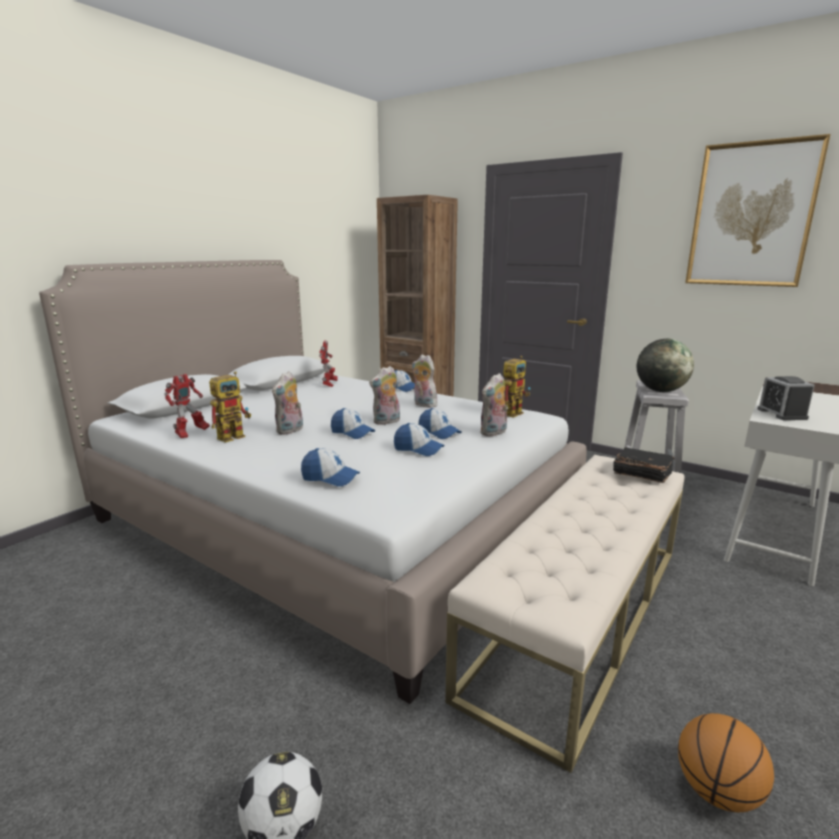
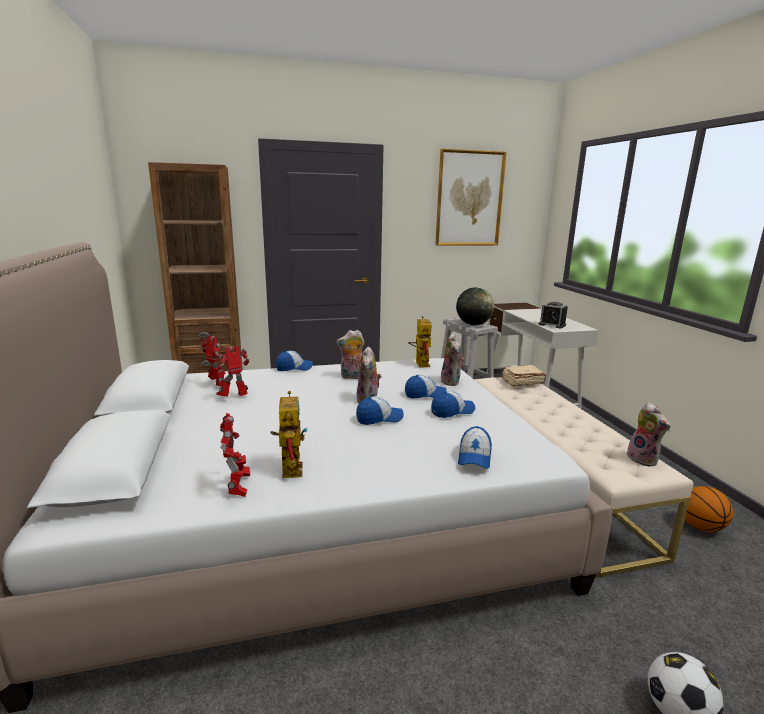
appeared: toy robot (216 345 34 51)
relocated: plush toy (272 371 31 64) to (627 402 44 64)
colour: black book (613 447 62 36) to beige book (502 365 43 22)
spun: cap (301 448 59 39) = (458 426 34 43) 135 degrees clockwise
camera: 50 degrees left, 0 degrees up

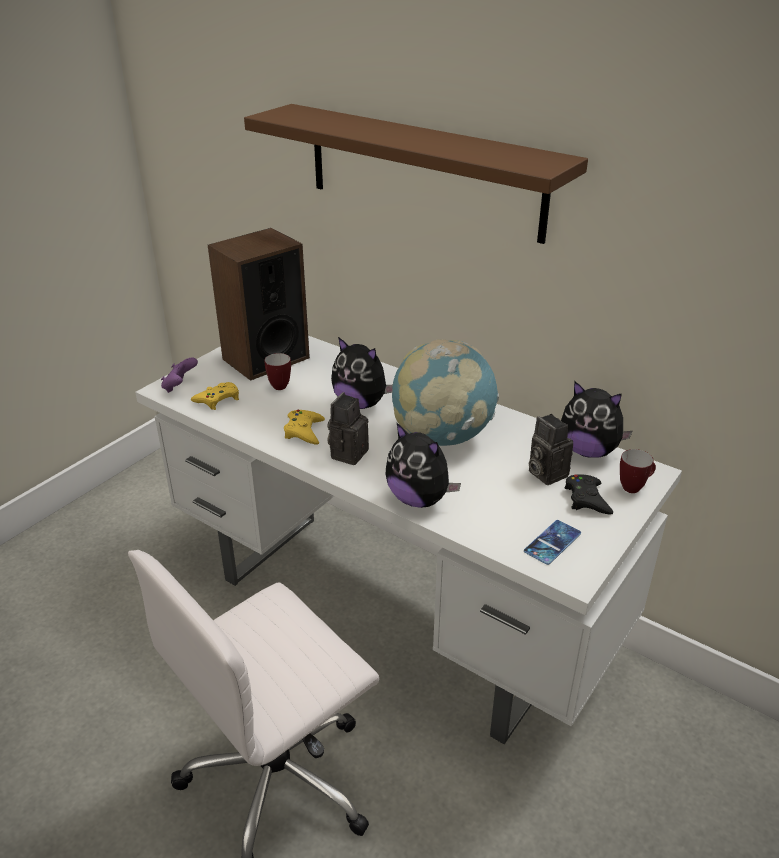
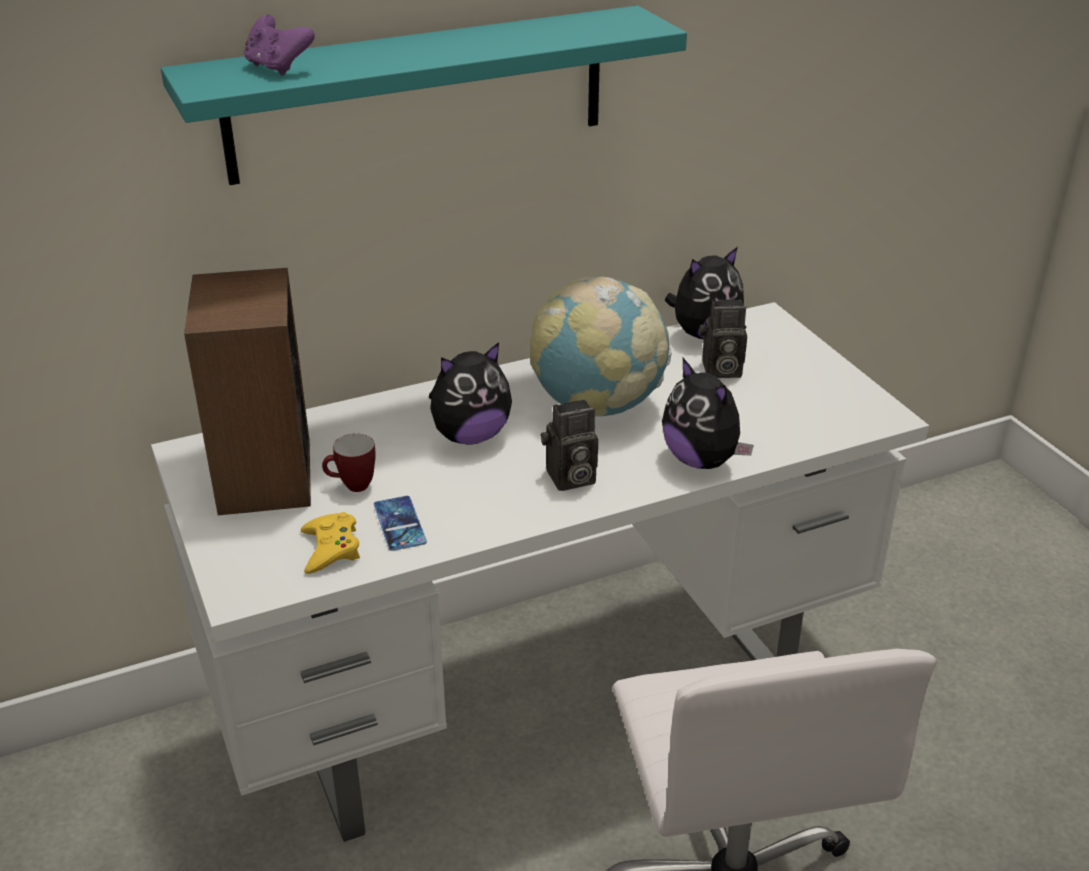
missing: yellow game controller (284 410 41 34); black game controller (564 474 49 41); mug (620 449 36 44)
relocated: purple game controller (161 357 37 36) to (244 15 71 61); phone (524 520 57 45) to (374 496 53 55)
colour: brown shelf (244 104 344 140) to turquoise shelf (161 6 526 179)
spun: photo camera (328 392 41 73) = (540 399 58 92) 75 degrees counterclockwise; plush toy (385 423 76 85) = (662 358 92 111) 75 degrees clockwise
camera: 60 degrees left, 0 degrees up

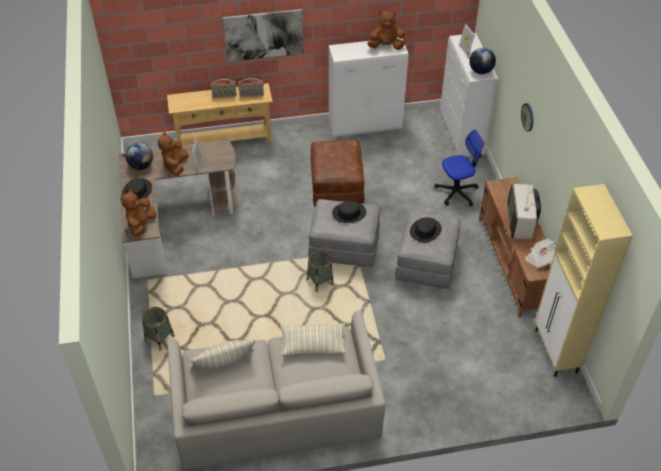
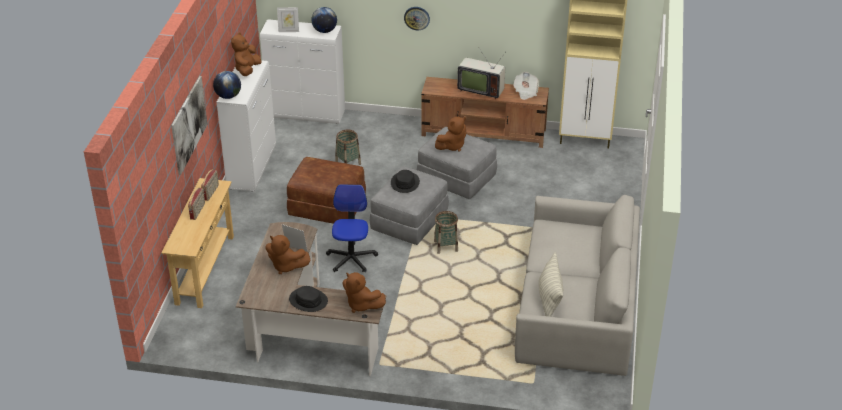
missing: pillow (280 323 67 33)
relocated: globe (126 143 27 27) to (213 71 28 28); basket (142 307 33 44) to (335 130 26 35); office chair (434 130 50 77) to (326 184 52 88)
exchanged: black hat (410 217 31 25) to brown plush toy (435 116 31 36)
camera: 70 degrees left, 10 degrees down

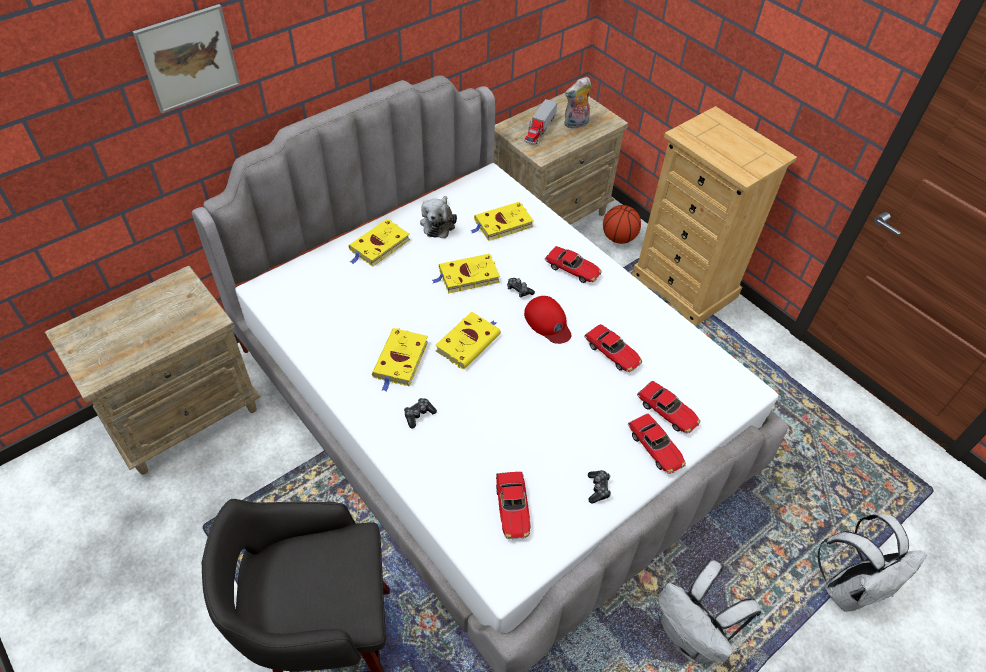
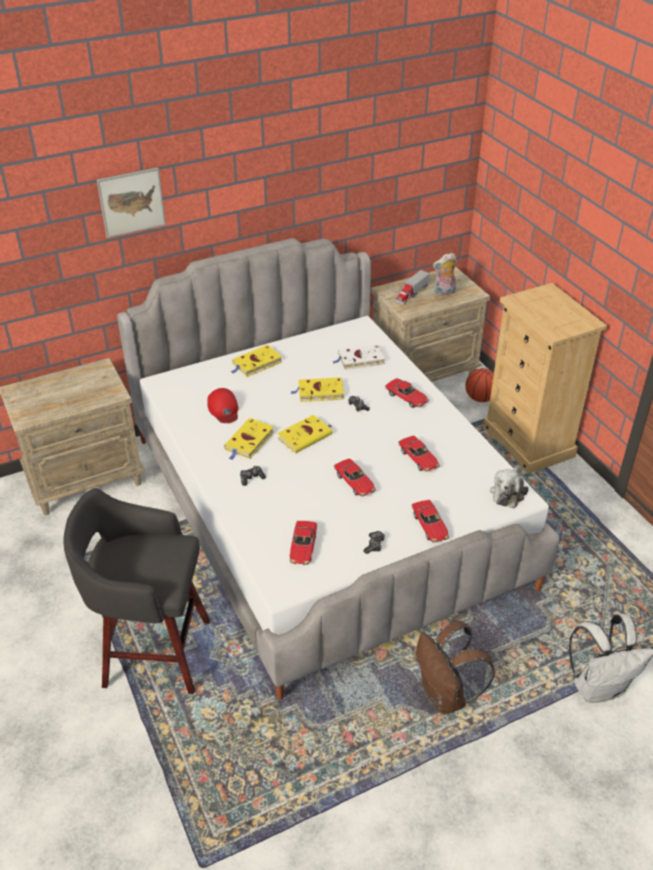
relocated: plush toy (420 196 37 42) to (490 467 38 41); red cap (524 296 47 48) to (207 388 31 35); toy car (637 381 63 53) to (334 458 42 38)
colour: yellow book (471 202 63 39) to white book (332 344 53 26); white backpack (658 560 103 104) to brown backpack (416 620 79 94)
camera: 15 degrees right, 10 degrees down

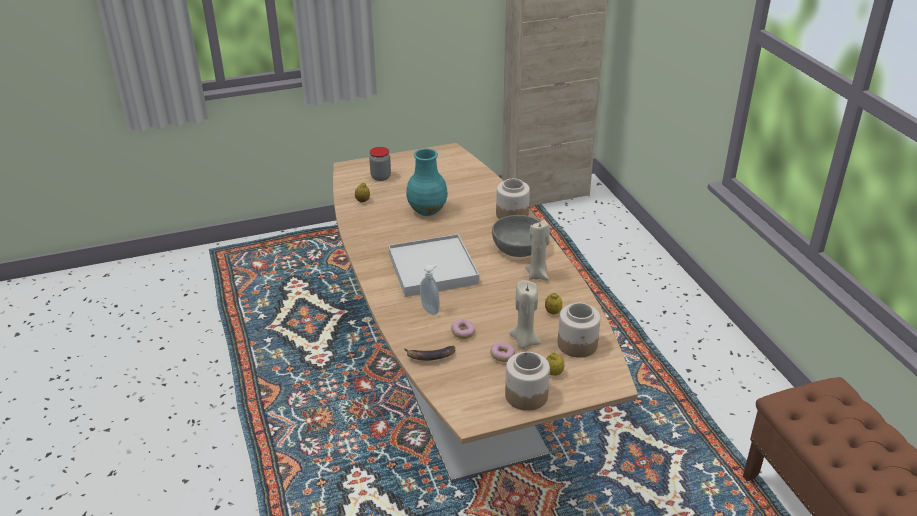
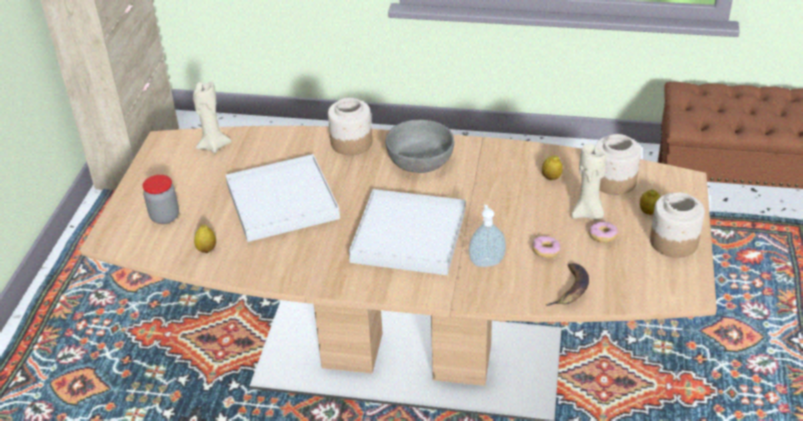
relocated: beige candle (525 220 25 61) to (193 81 39 72)
exchanged: turquoise vase (406 148 42 68) to white tray (225 154 115 88)
camera: 60 degrees left, 5 degrees up

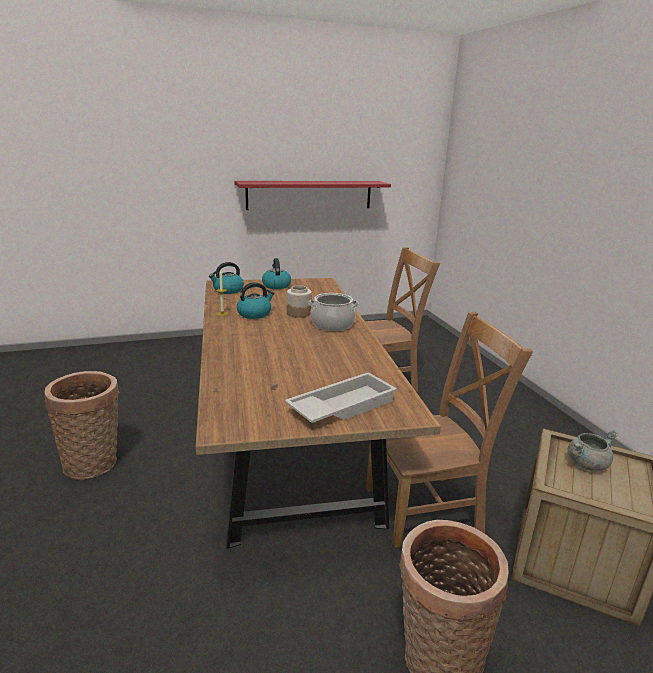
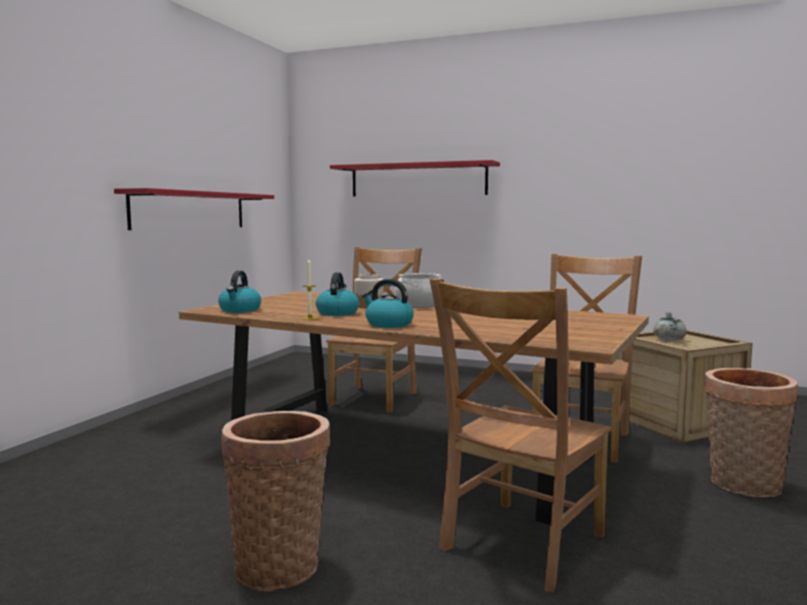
missing: white tray (285 372 112 51)
appeared: red shelf (330 160 170 37); brown chair (430 278 182 315)
relocated: kettle (262 258 29 31) to (362 279 52 49)
camera: 50 degrees left, 15 degrees down

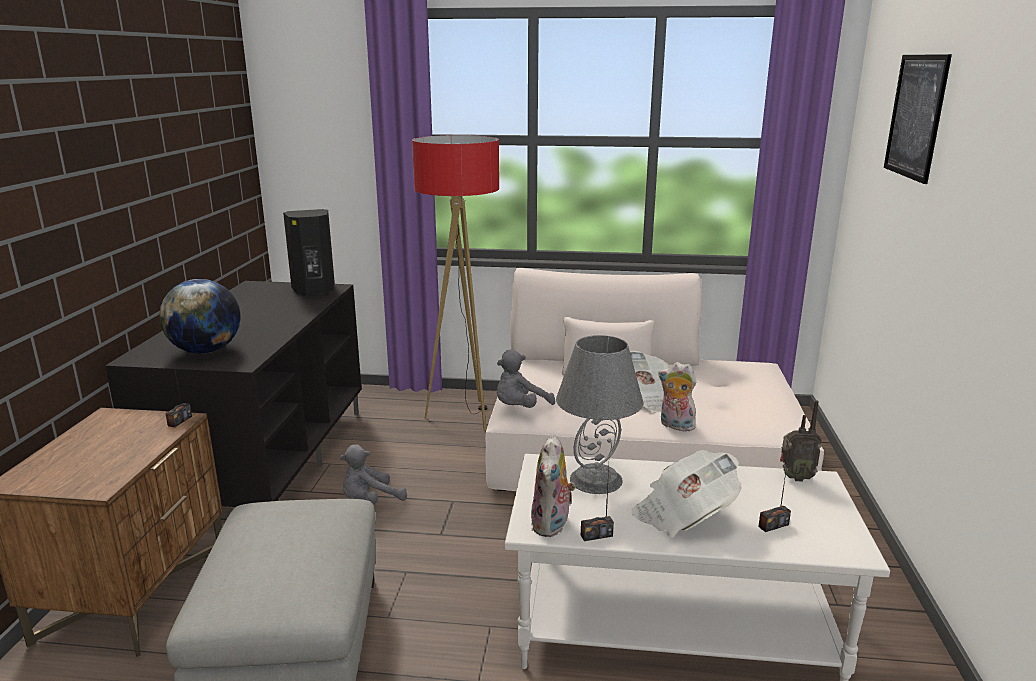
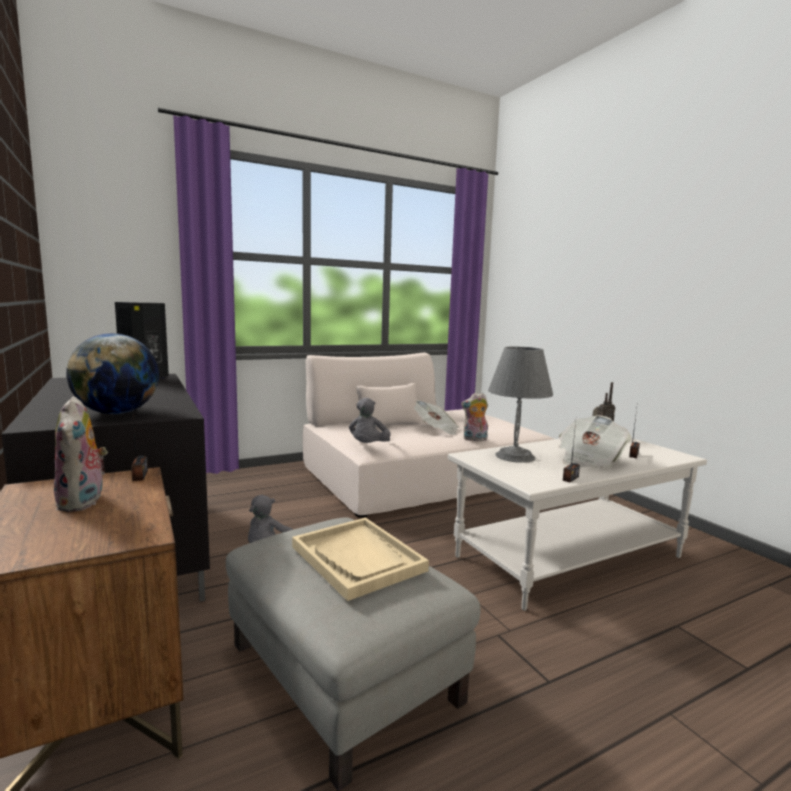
missing: floor lamp (412 135 87 296); picture (884 54 68 130)
appeared: beige tray (292 517 137 84)
relocated: plush toy (531 434 45 103) to (54 396 54 116)
camera: 35 degrees left, 10 degrees down

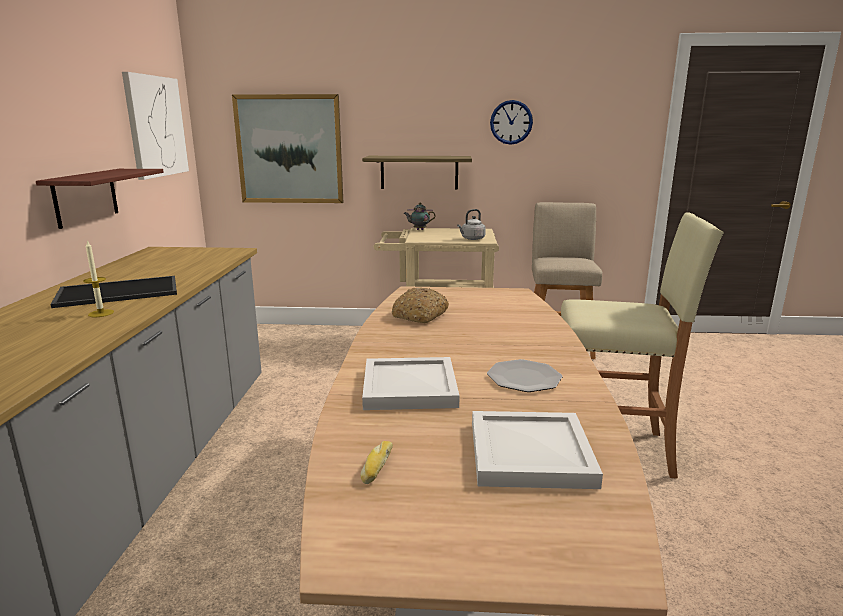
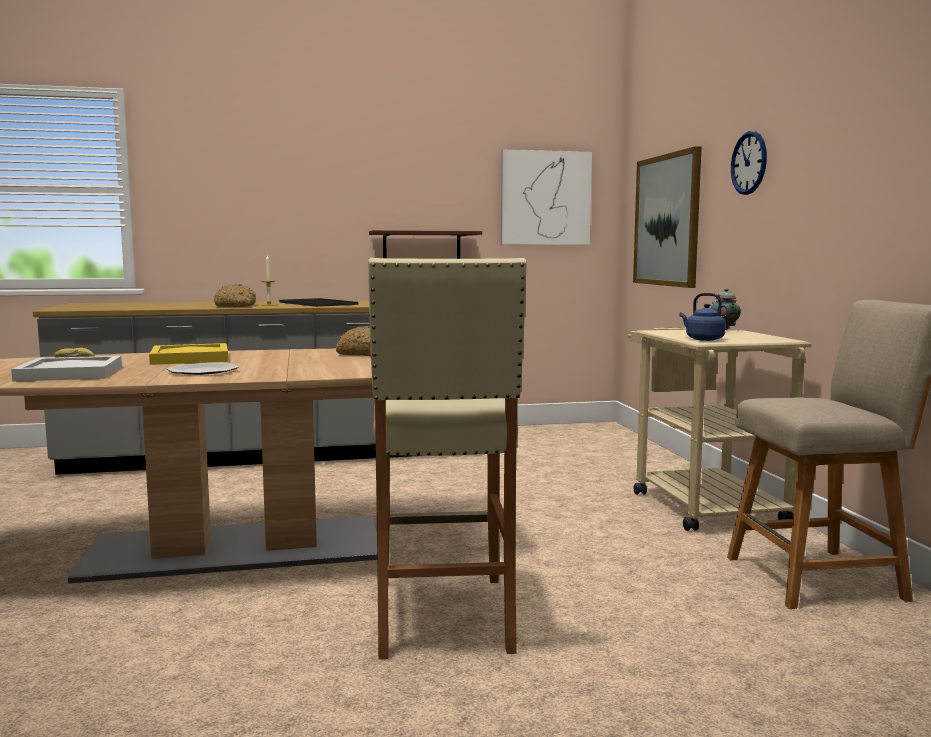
missing: shelf (362 156 110 34)
appeared: bread (214 284 42 23)
relocated: wall clock (490 100 43 45) to (731 131 36 64)
colour: white tray (362 357 98 53) to yellow tray (149 343 79 22); grey kettle (457 209 29 31) to blue kettle (680 293 46 48)
camera: 75 degrees right, 10 degrees down

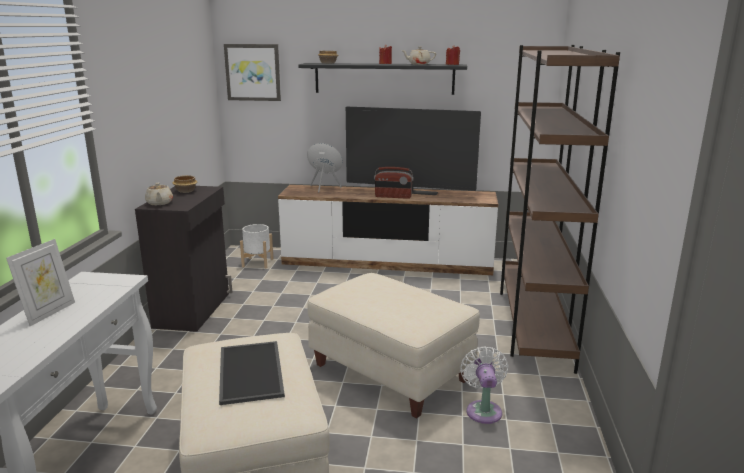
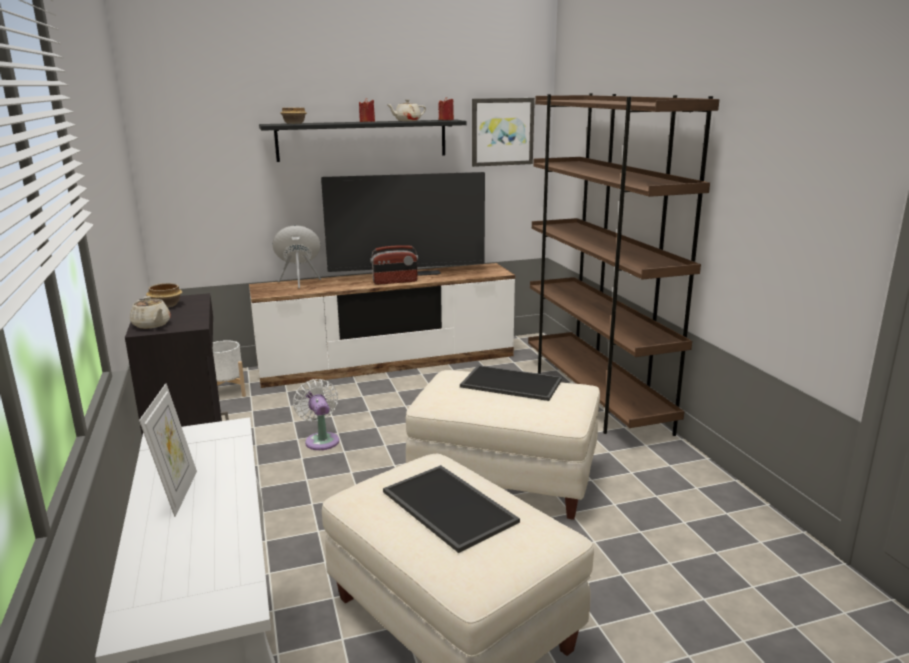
appeared: tray (460 365 102 36)
relocated: picture (224 44 57 57) to (472 98 63 69); white fan (460 346 49 78) to (293 379 46 71)
camera: 25 degrees left, 0 degrees up

